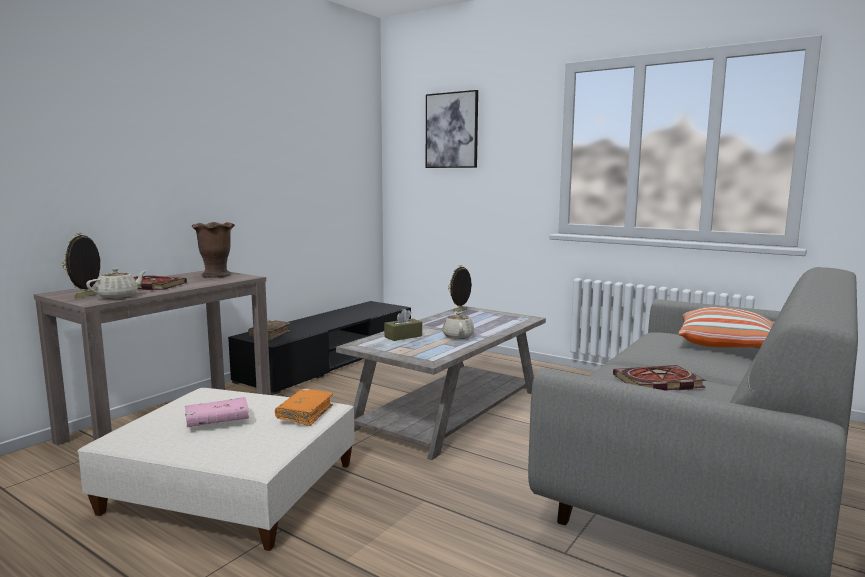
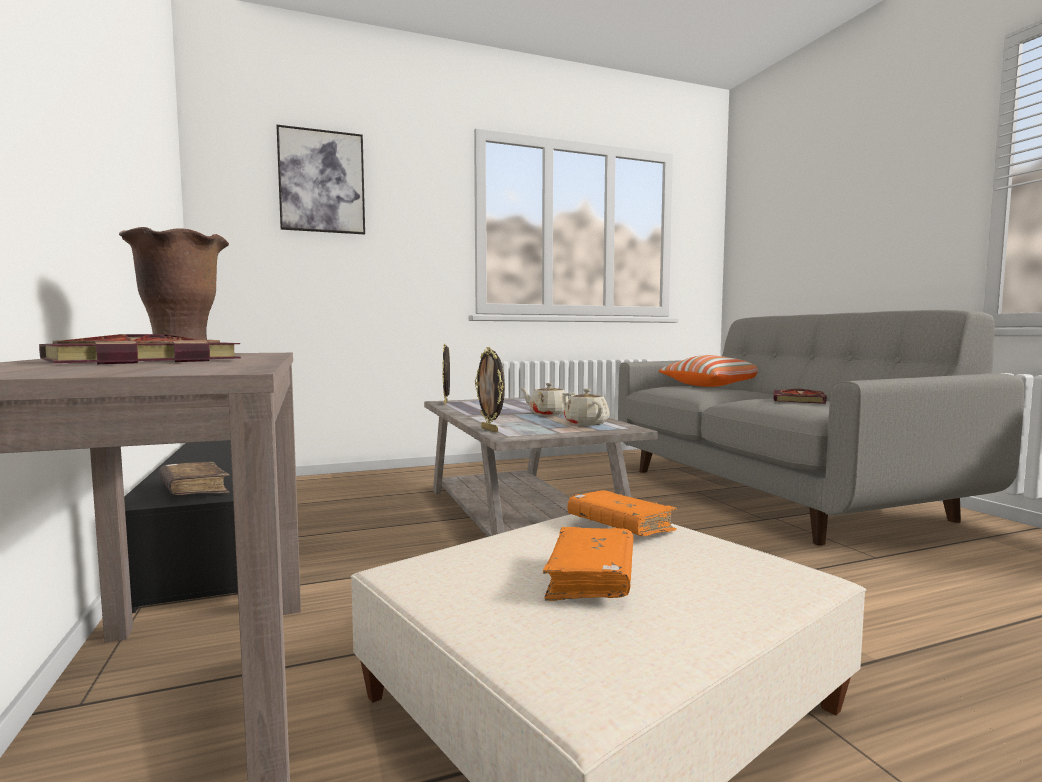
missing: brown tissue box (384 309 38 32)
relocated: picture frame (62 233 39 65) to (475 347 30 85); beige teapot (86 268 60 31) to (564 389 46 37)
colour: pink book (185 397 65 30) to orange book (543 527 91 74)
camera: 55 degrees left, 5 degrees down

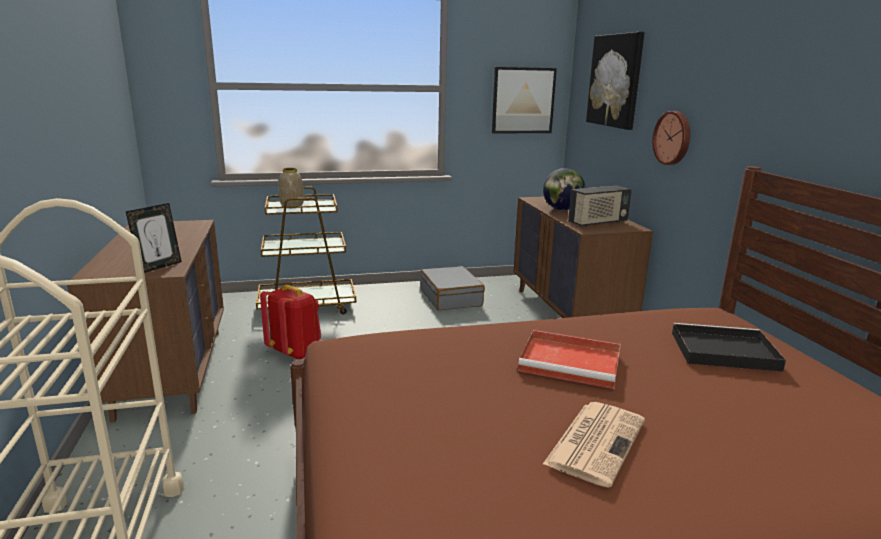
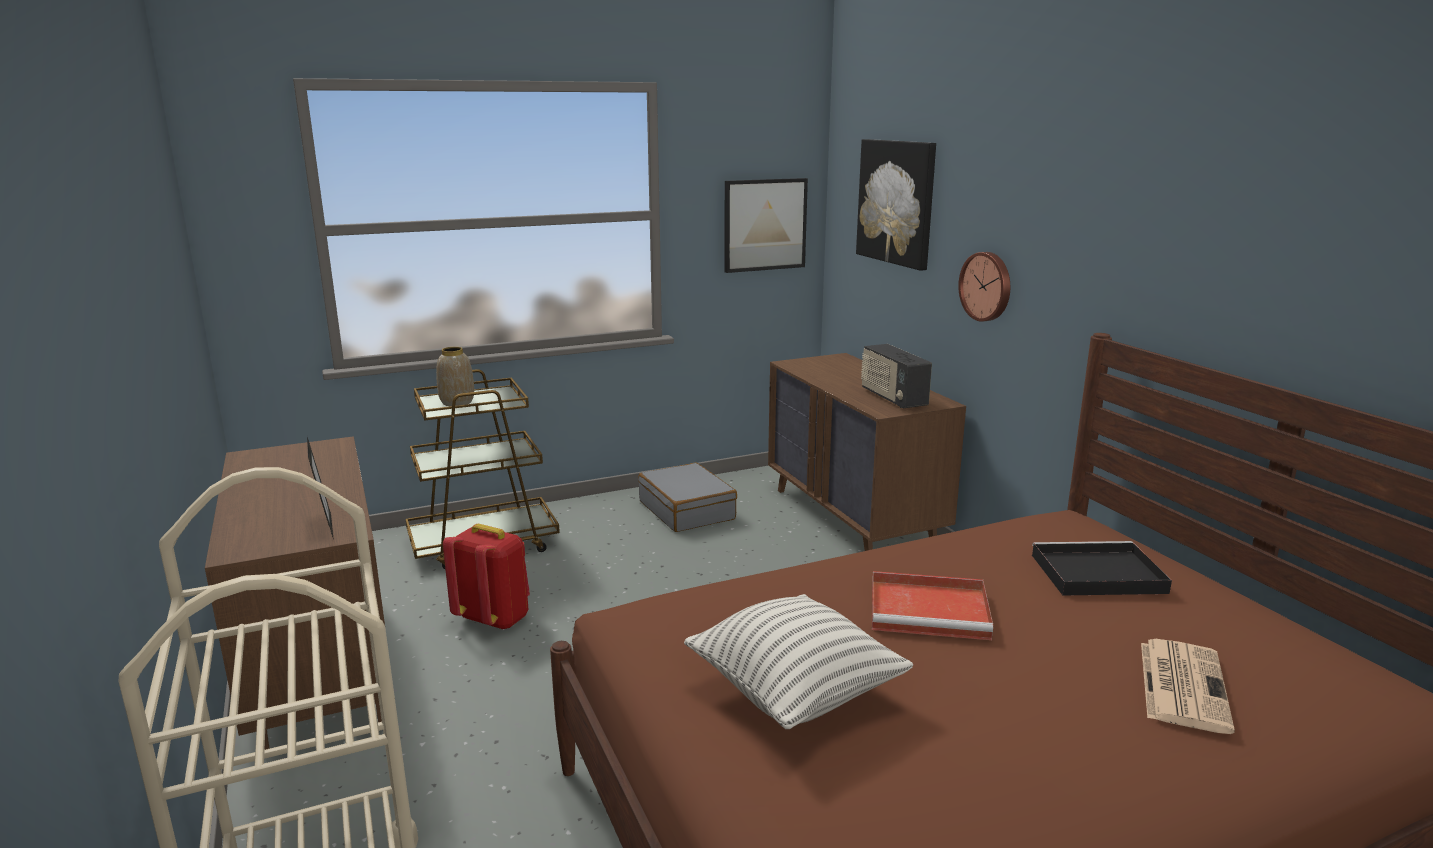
missing: globe (543 168 43 42)
appeared: pillow (684 594 229 135)
relocated: newspaper (543 402 102 86) to (1141 639 94 95)
spun: picture frame (126 203 56 70) = (307 437 27 103) 45 degrees counterclockwise; radio (568 185 64 42) = (861 344 71 64) 105 degrees clockwise
camera: 10 degrees left, 0 degrees up

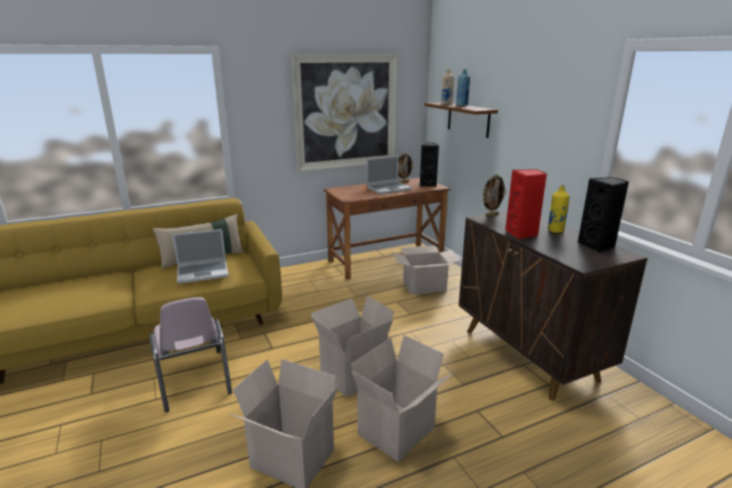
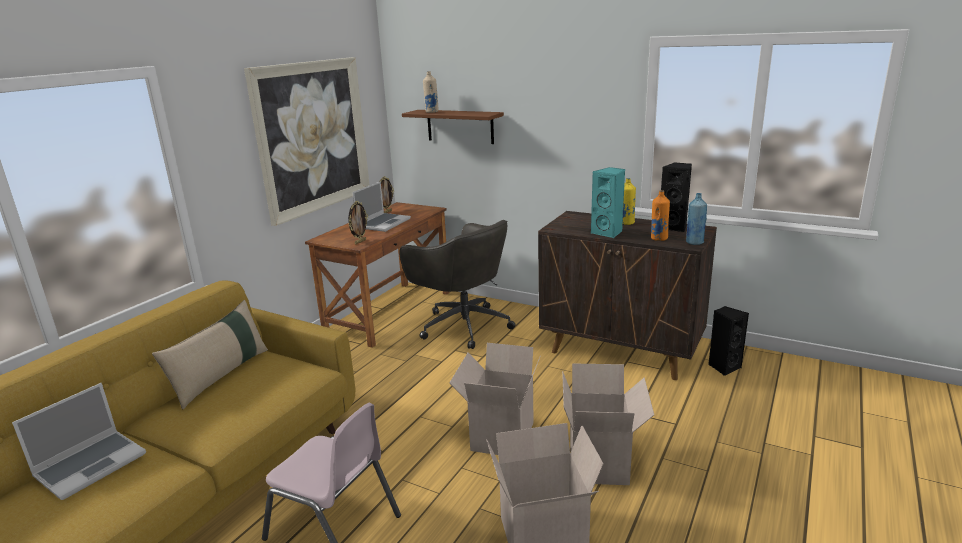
appeared: orange bottle (651 190 19 51)
relocated: laptop (172 229 57 55) to (12 383 134 117); black speaker (420 143 19 44) to (708 306 41 70); blue bottle (456 69 14 37) to (686 193 21 52); picture frame (483 174 23 43) to (348 201 20 43)
exchanged: cardboard box (392 246 70 49) to grey office chair (399 220 117 129)
colour: red speaker (505 170 42 69) to turquoise speaker (591 167 34 71)
camera: 35 degrees left, 0 degrees up

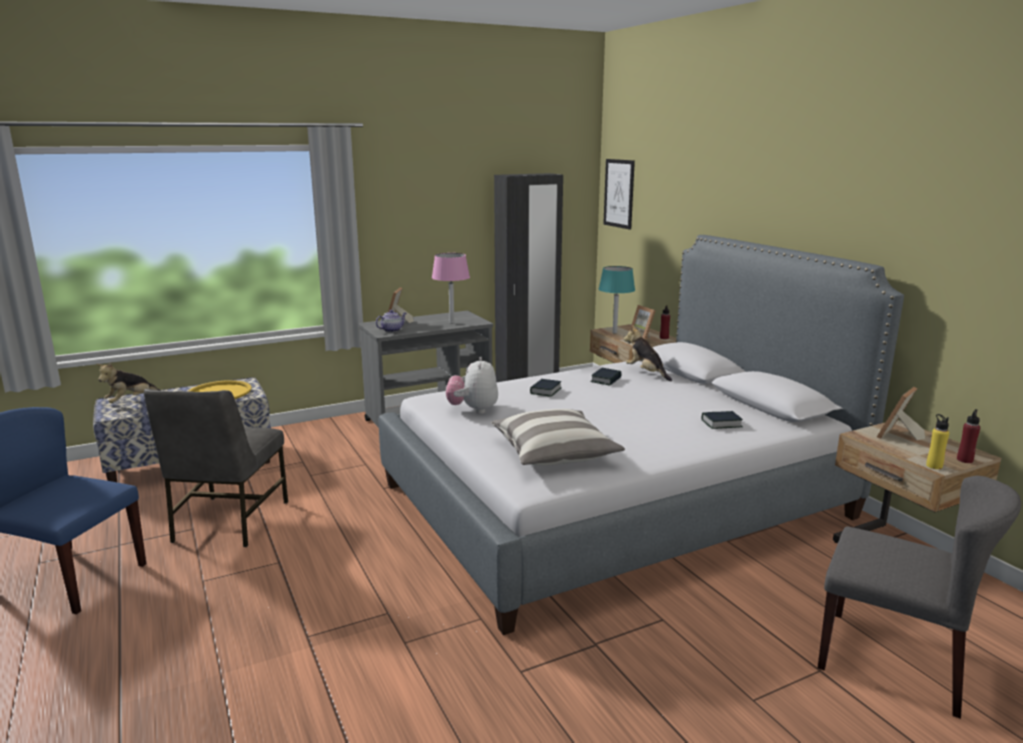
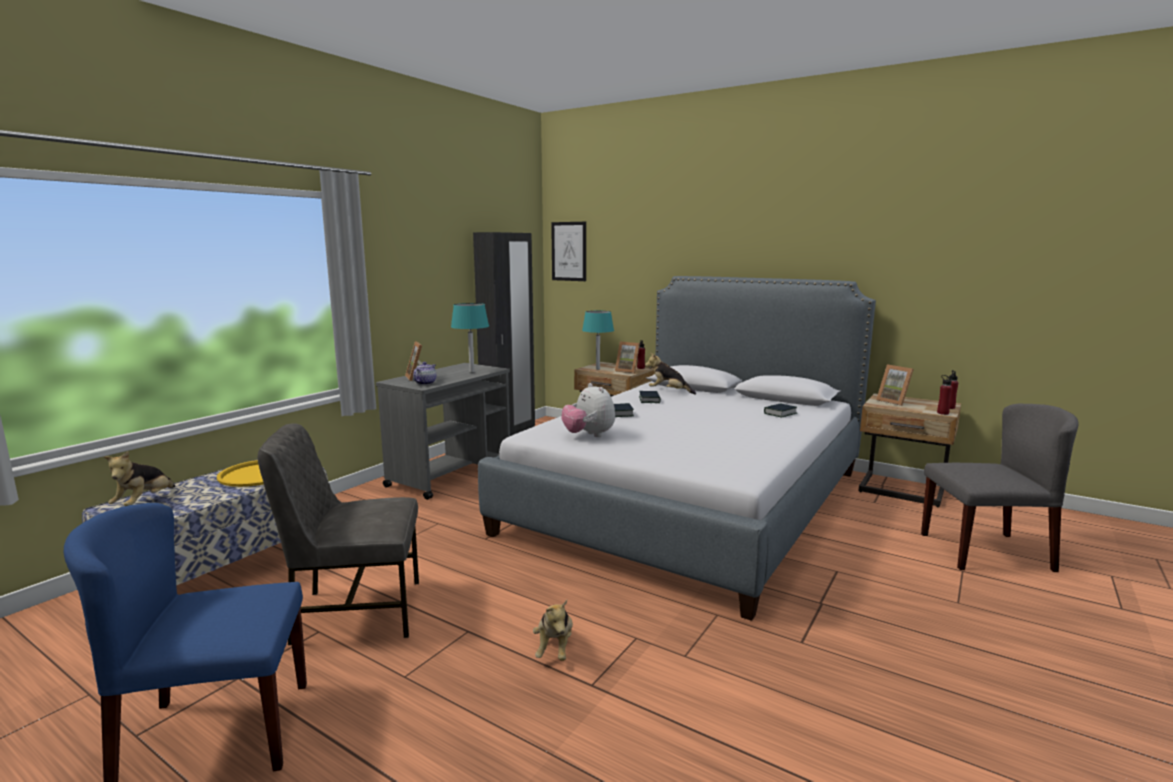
missing: pillow (491 409 134 57)
appeared: plush toy (533 600 40 61)
colour: pink table lamp (432 253 38 71) to turquoise table lamp (451 303 38 70); yellow bottle (926 414 23 55) to red bottle (937 375 15 40)
spun: grey chair (144 389 144 158) = (257 423 162 222) 105 degrees clockwise; picture frame (877 387 48 53) = (876 364 38 42) 45 degrees counterclockwise
camera: 30 degrees left, 5 degrees down

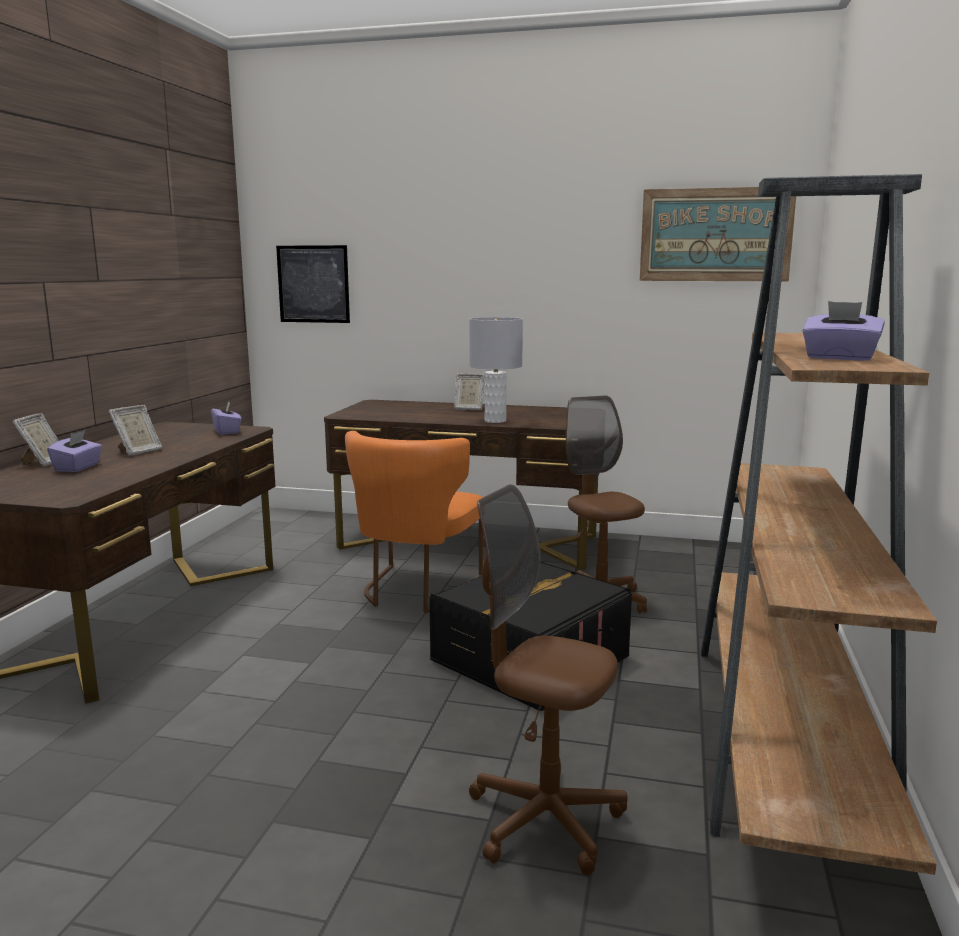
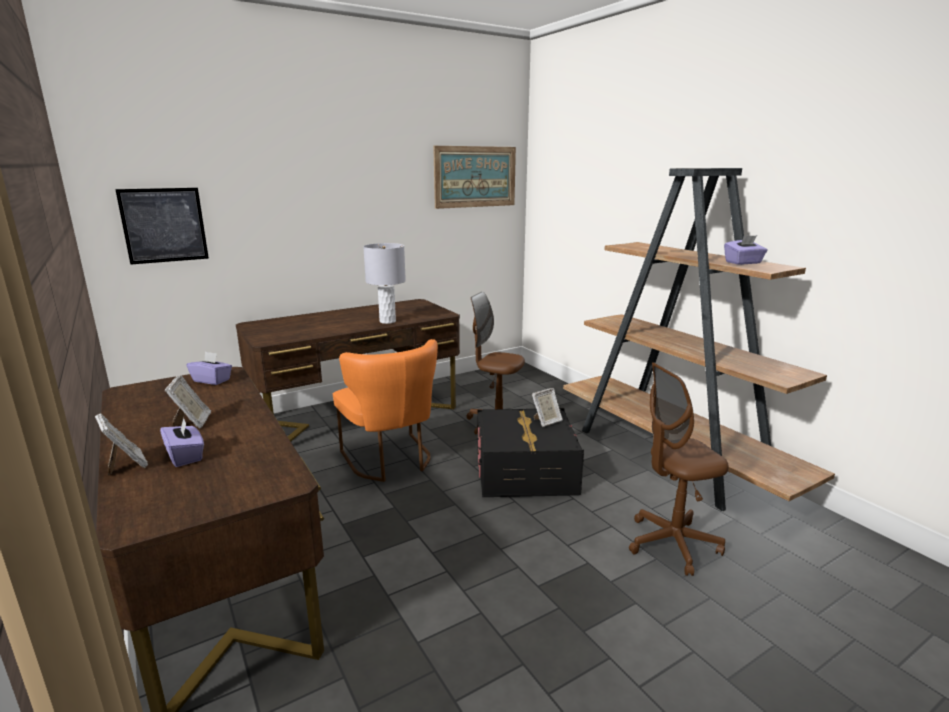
relocated: picture frame (454 373 31 37) to (532 388 31 39)
camera: 45 degrees left, 5 degrees up

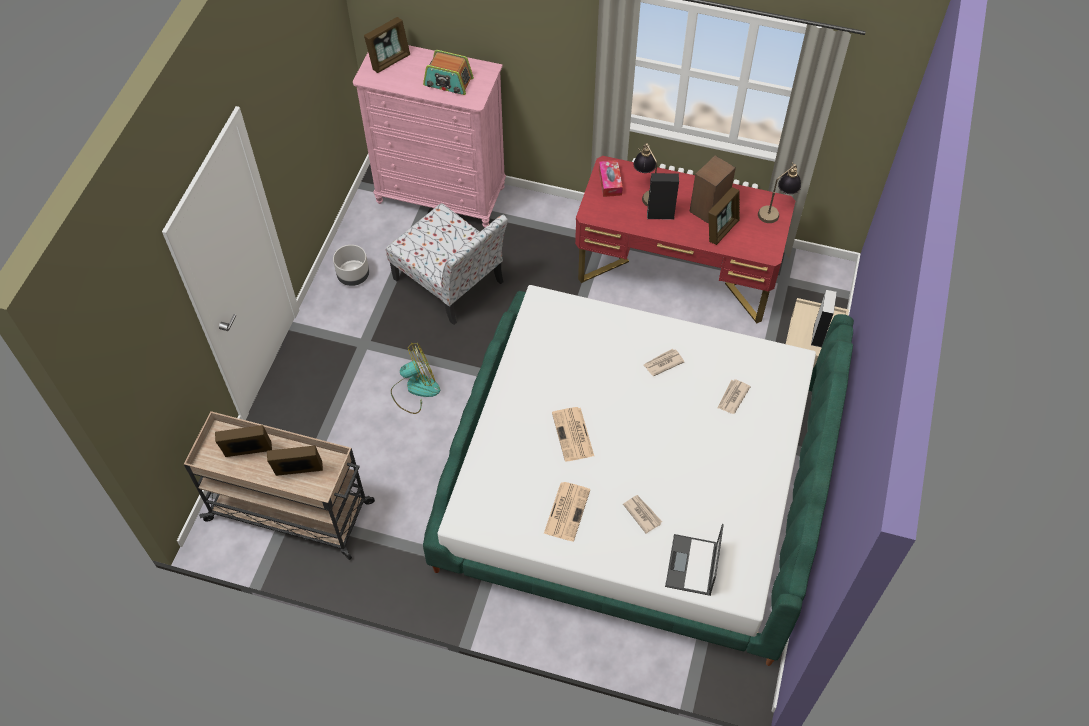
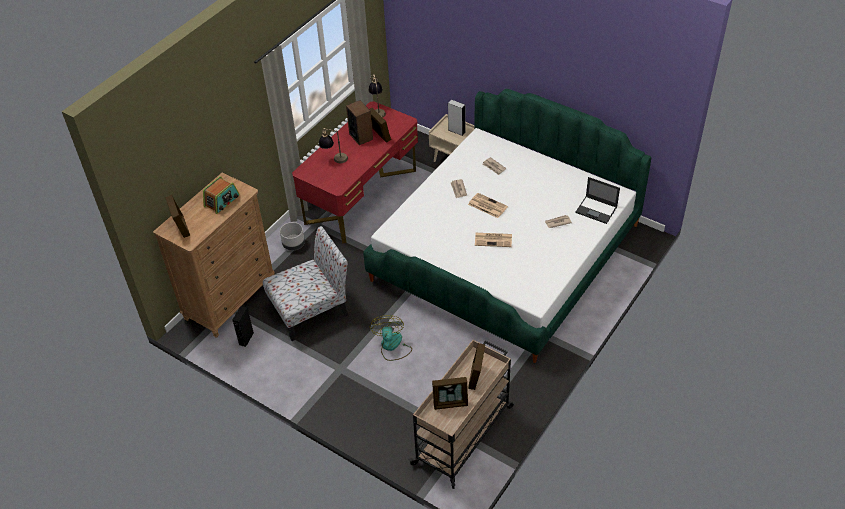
missing: tissue box (599 160 24 37)
relocated: grey planter (333 245 36 41) to (280 222 25 28); newspaper (544 482 46 59) to (468 193 40 25); black speaker (647 173 32 47) to (232 306 22 41)
colour: pink dresser (353 45 153 182) to brown dresser (153 173 122 165)
spun: picture frame (215 425 57 32) = (432 377 36 33) 105 degrees counterclockwise
camera: 70 degrees left, 10 degrees down

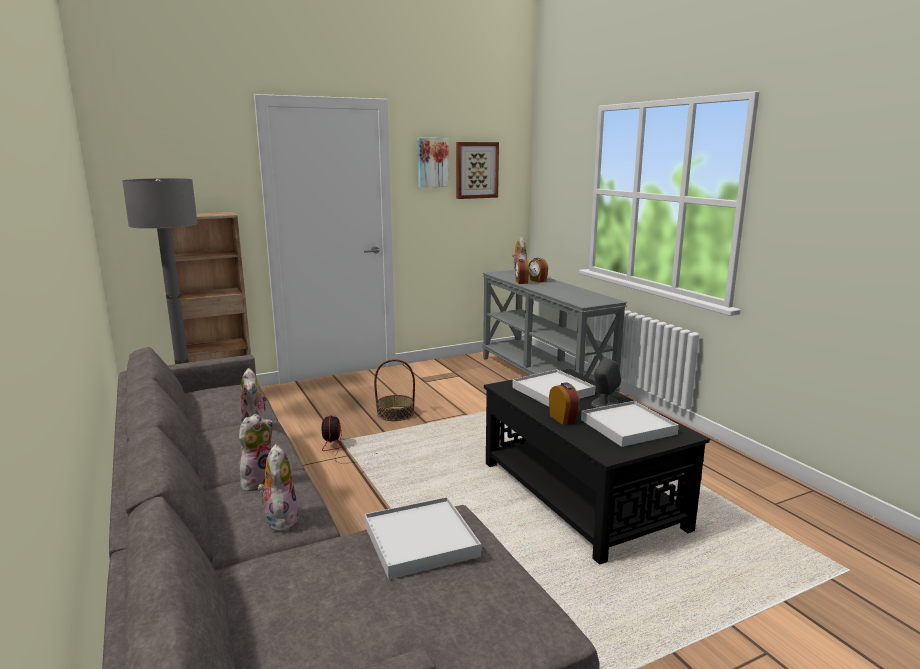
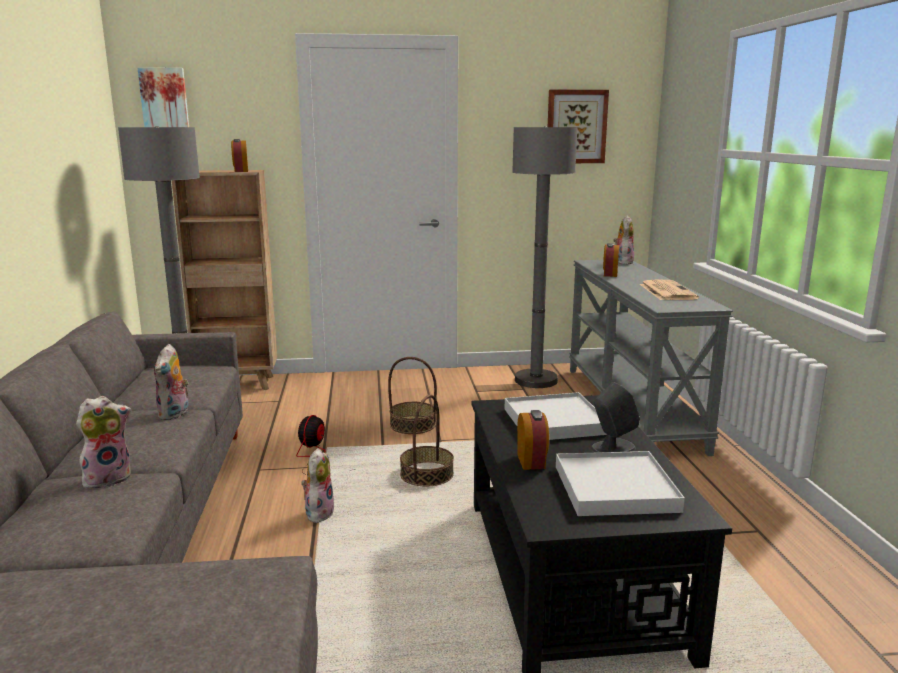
missing: white tray (364 497 117 83)
appeared: basket (400 394 54 92); grey floor lamp (512 126 65 262); newspaper (640 279 59 21)
relocated: plush toy (258 444 41 87) to (301 448 33 75); picture (418 138 31 50) to (138 67 51 60); alarm clock (529 258 19 25) to (231 139 17 33)
camera: 20 degrees right, 0 degrees up

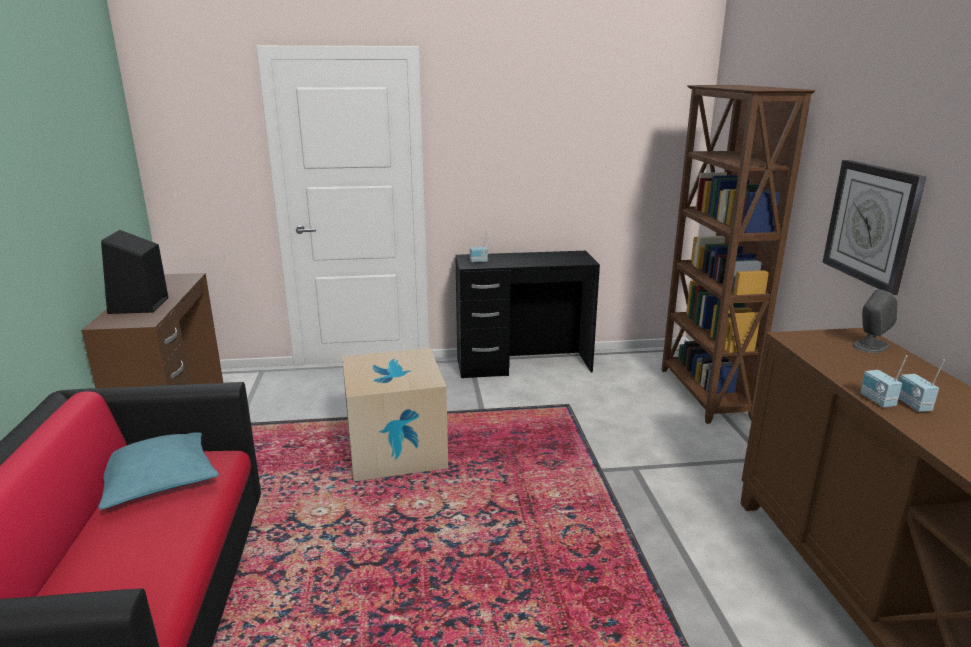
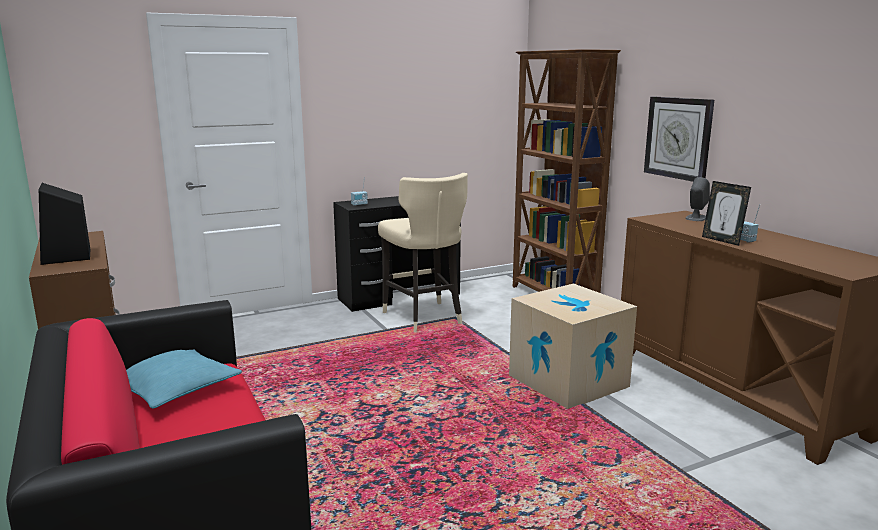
appeared: beige stool (378 173 90 159)
relocated: cardboard box (342 348 106 133) to (509 283 128 126)
exchanged: radio (860 355 48 53) to picture frame (702 181 49 65)
camera: 20 degrees left, 5 degrees down

